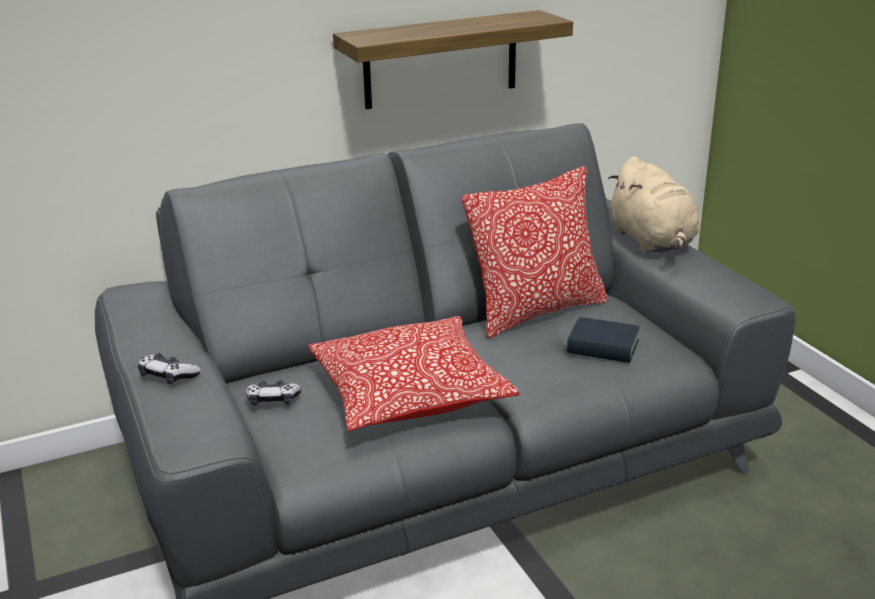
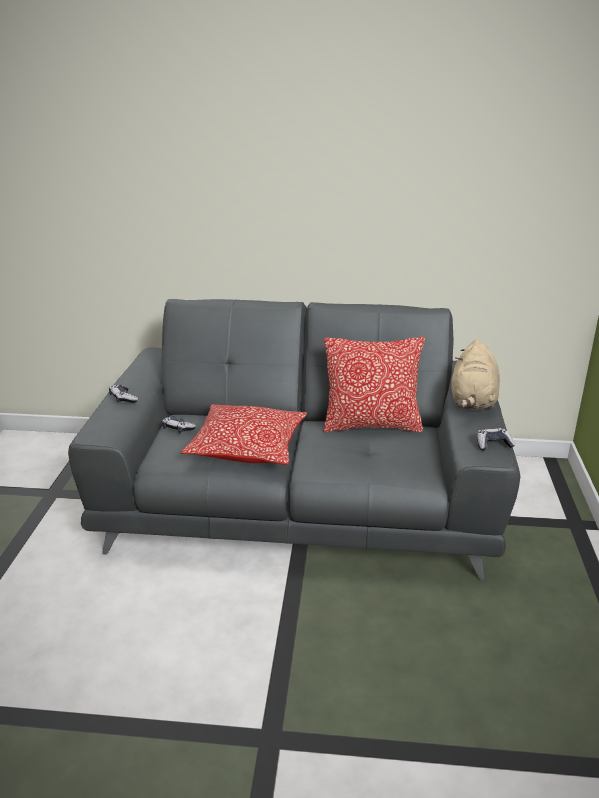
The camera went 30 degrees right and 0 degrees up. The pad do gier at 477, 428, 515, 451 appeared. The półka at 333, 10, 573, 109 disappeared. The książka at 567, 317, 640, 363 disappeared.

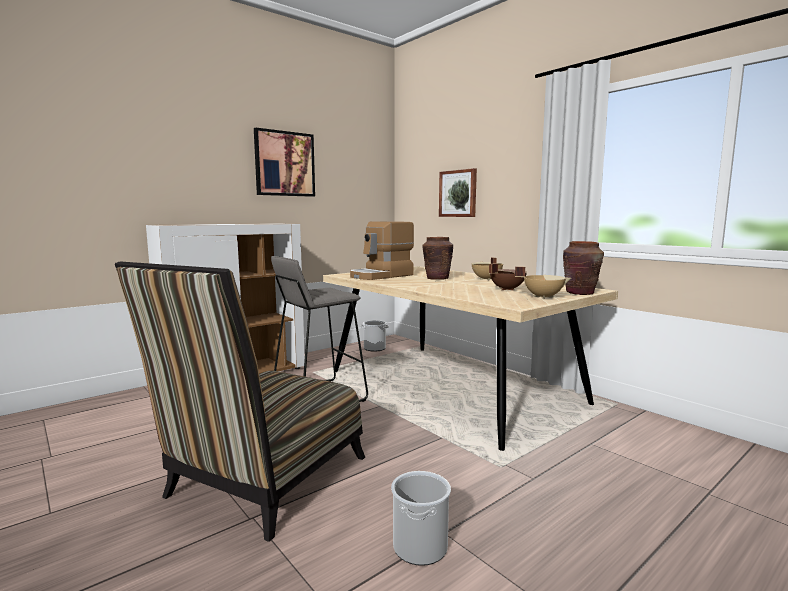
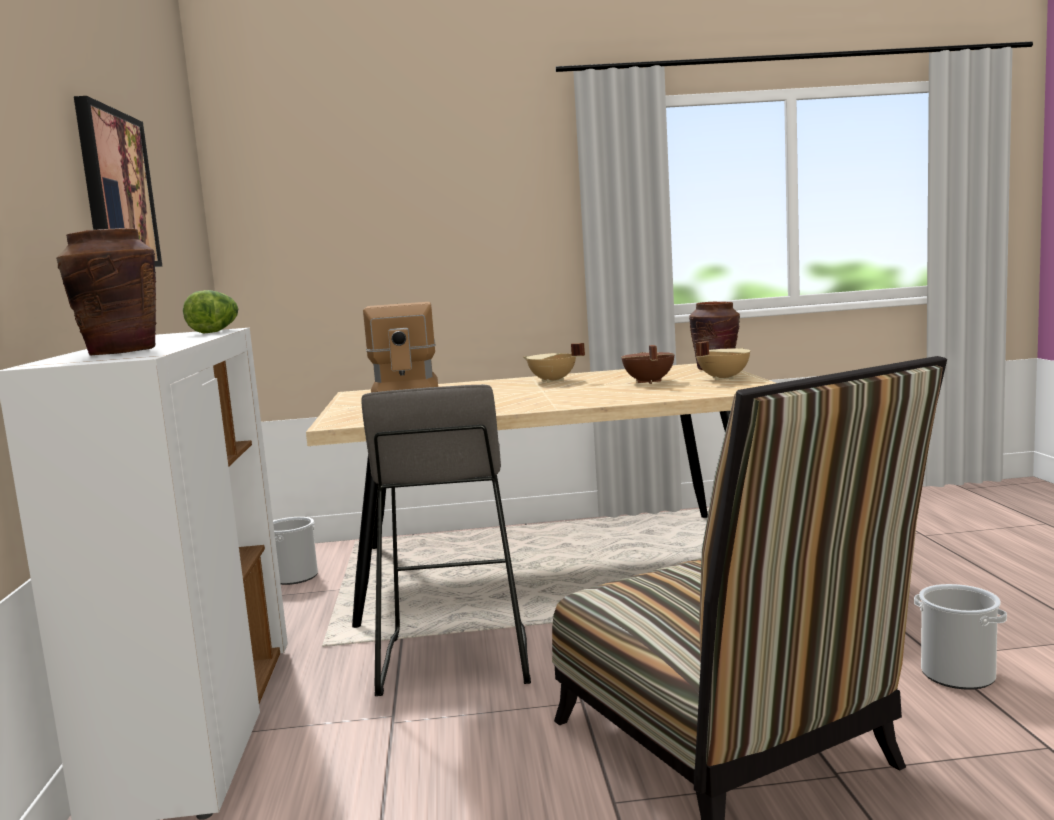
The camera went 55 degrees left and 0 degrees up. The wazon/brązowy moved from 422, 237, 453, 280 to 56, 228, 156, 355. The sałata at 183, 290, 238, 334 appeared. The obraz at 439, 168, 477, 217 disappeared.

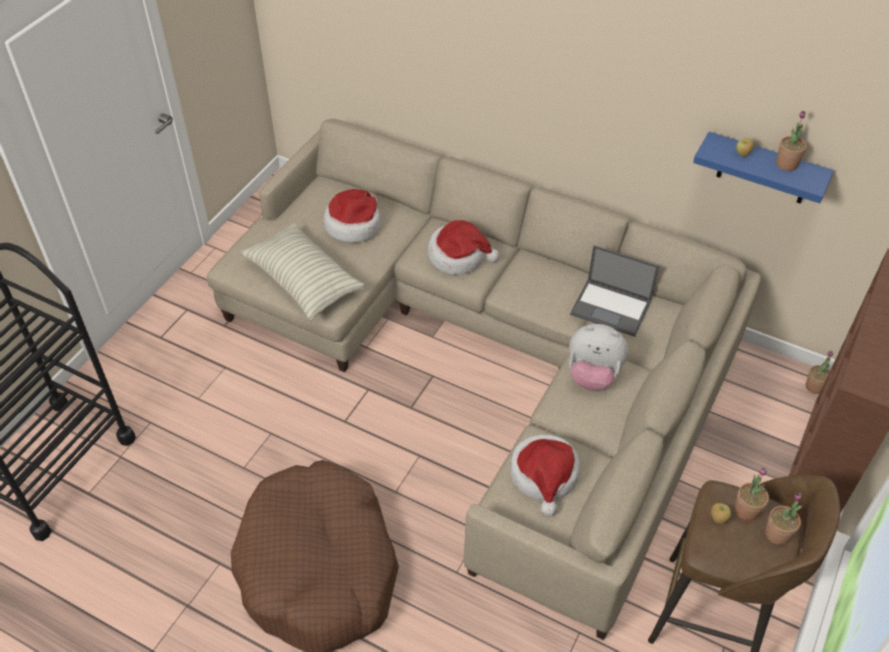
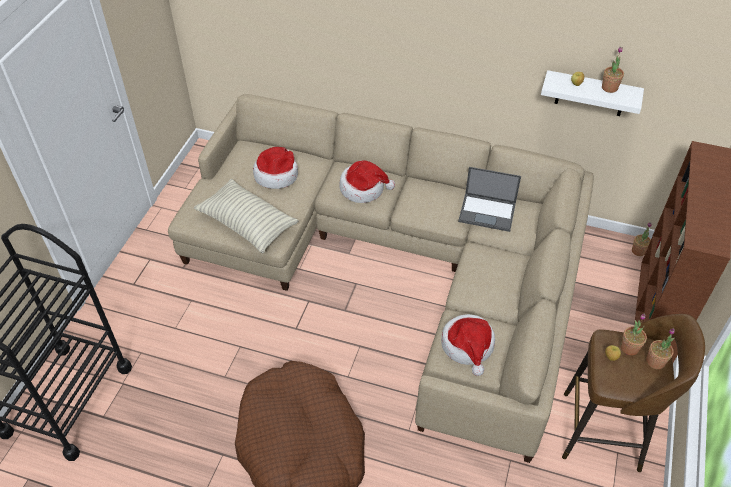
The camera went 10 degrees left and 0 degrees up. The półka/niebieski at 693, 132, 834, 204 became the półka/biały at 541, 70, 644, 116. The pluszak at 569, 324, 628, 391 disappeared.

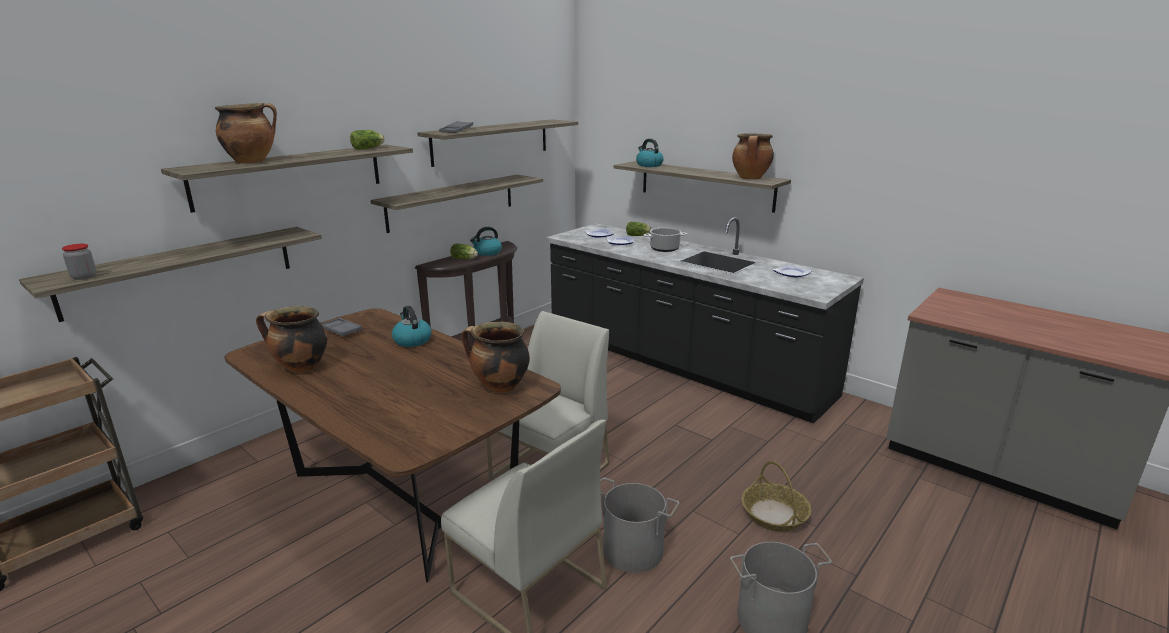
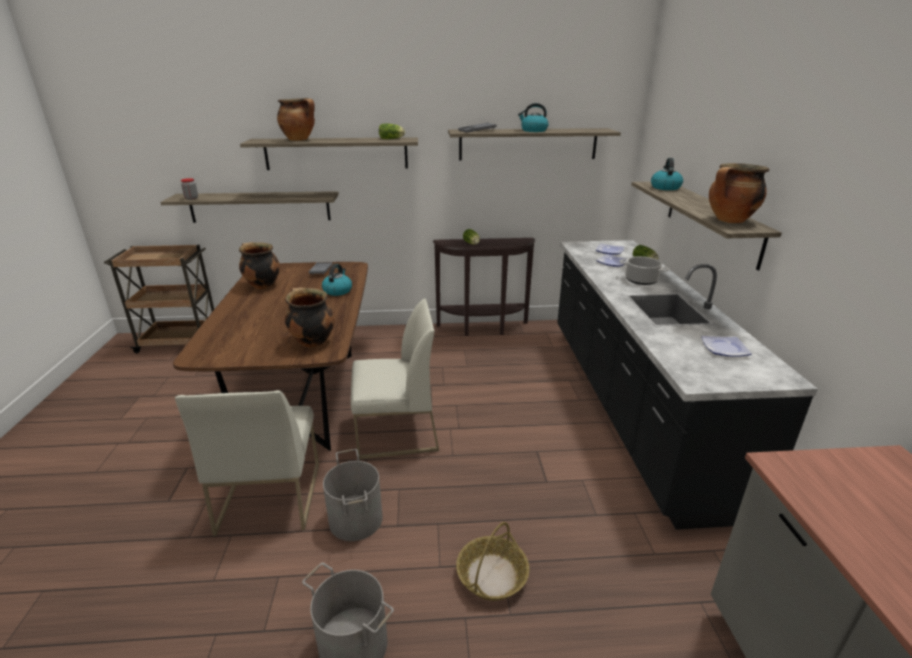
The camera went 45 degrees right and 5 degrees up. The czajnik moved from 470, 227, 502, 256 to 518, 103, 549, 132. The półka at 371, 175, 543, 233 disappeared.

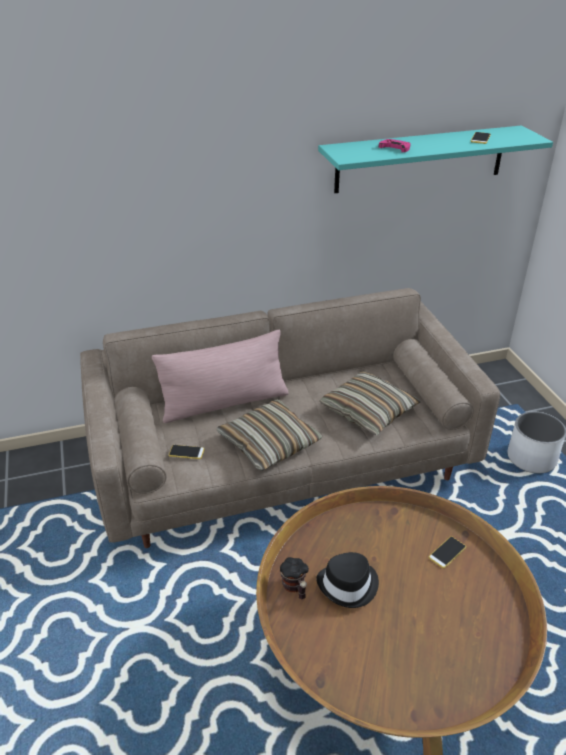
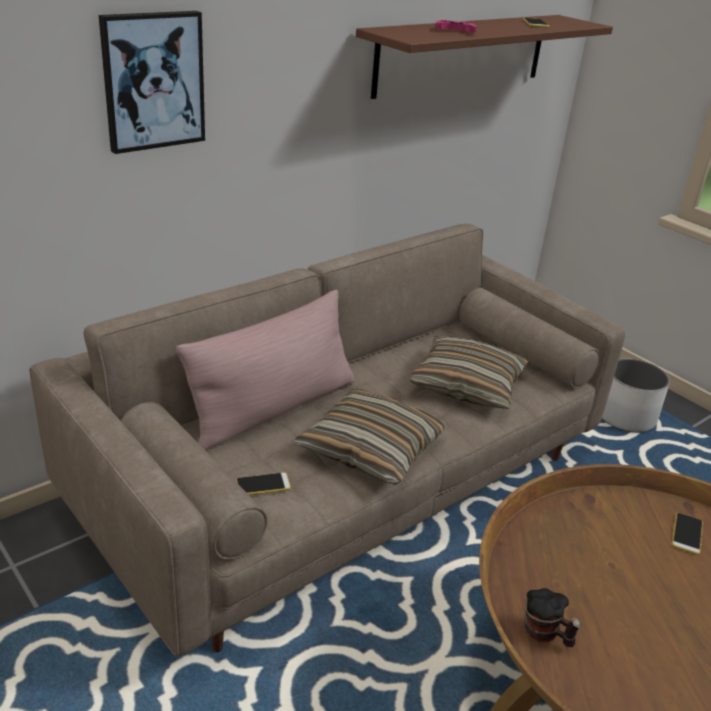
The camera went 25 degrees left and 5 degrees down. The obraz at 99, 11, 205, 154 appeared. The półka/turkusowy at 318, 125, 553, 193 became the półka/brązowy at 356, 15, 613, 99. The kapelusz/czarny at 316, 552, 379, 608 disappeared.

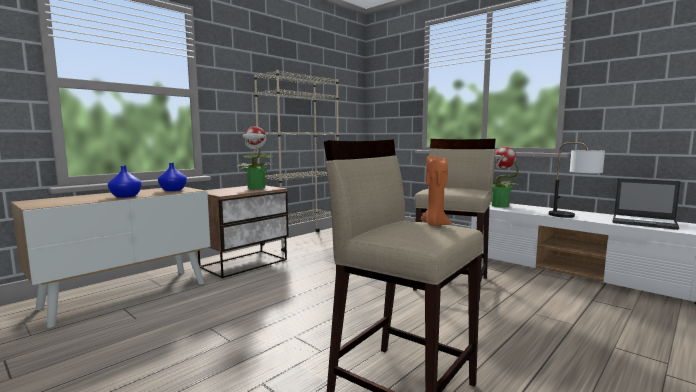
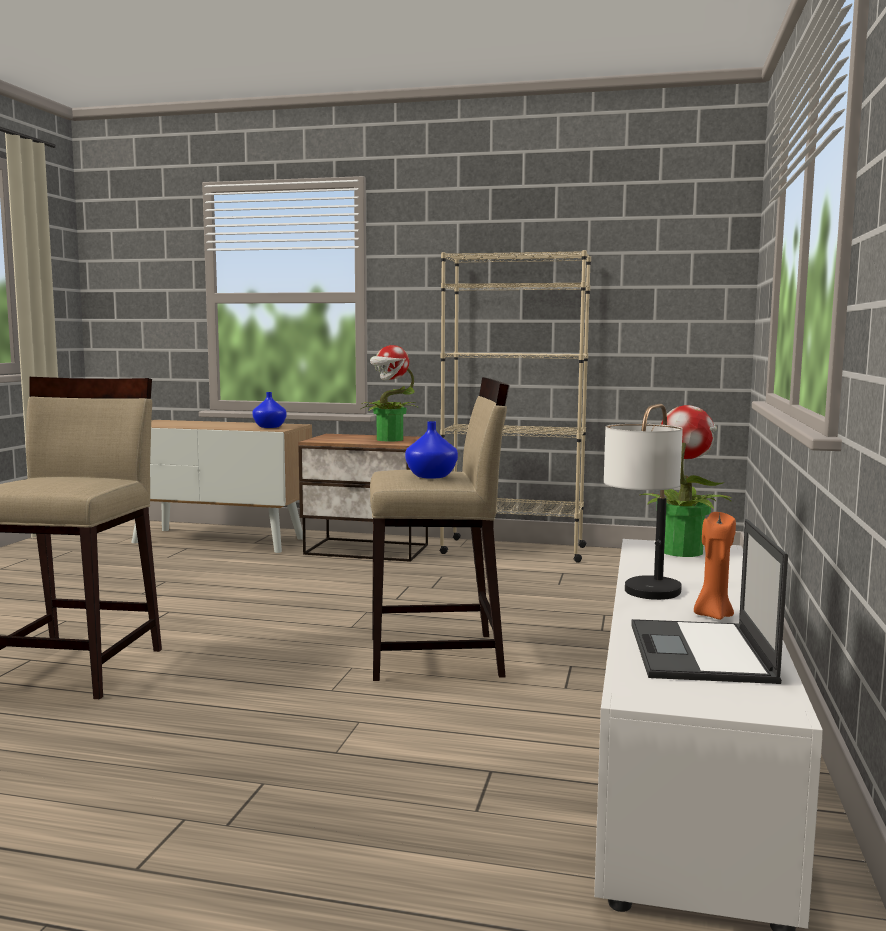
The camera went 60 degrees right and 0 degrees up. The wazon/niebieski moved from 108, 166, 142, 198 to 405, 421, 458, 479. The świeca/pomarańczowy moved from 421, 155, 452, 226 to 694, 512, 736, 620.

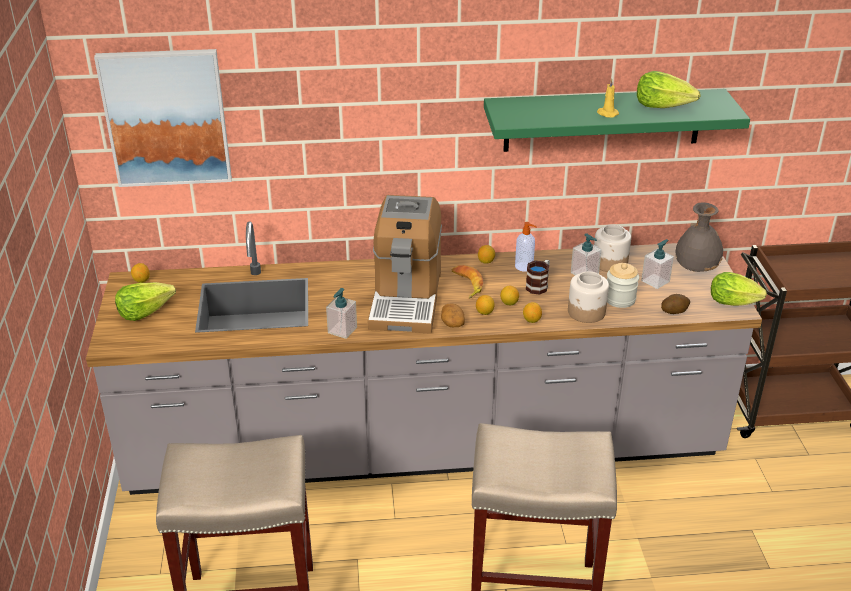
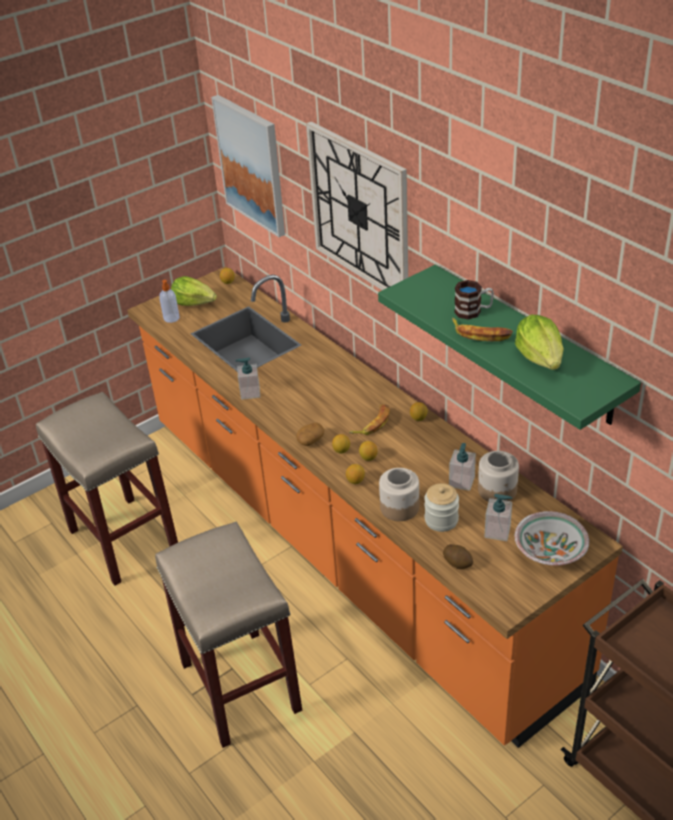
The camera went 60 degrees right and 5 degrees up. The zabudowa kuchenna/szary at 86, 221, 762, 495 became the zabudowa kuchenna/pomarańczowy at 127, 266, 623, 748. The dozownik mydła moved from 515, 222, 537, 272 to 159, 280, 180, 323. The zegar ścienny at 306, 122, 408, 290 appeared. The świeca/żółty at 597, 78, 619, 118 was replaced by the banan at 452, 318, 513, 341. The kubek moved from 526, 260, 550, 295 to 454, 280, 494, 320. The wazon/szary at 675, 202, 723, 272 was replaced by the miska at 515, 511, 589, 566. The ekspres do kawy at 368, 195, 442, 334 disappeared. The sałata at 711, 272, 767, 306 disappeared.

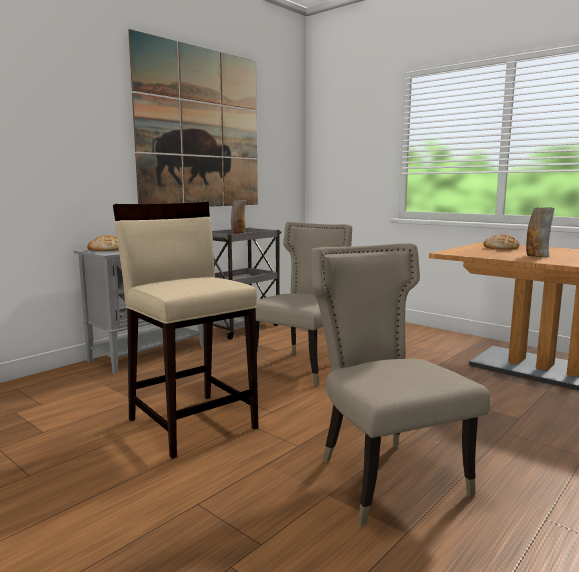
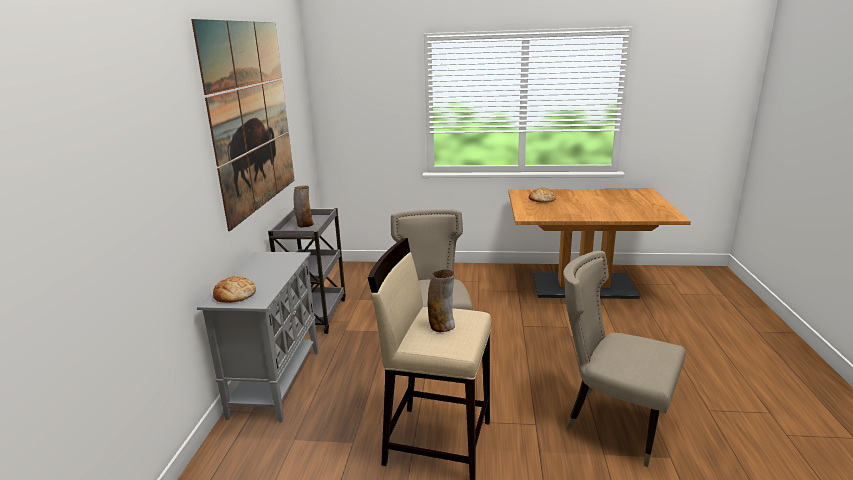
The camera went 35 degrees left and 10 degrees up. The wazon moved from 526, 207, 554, 257 to 428, 269, 455, 332.

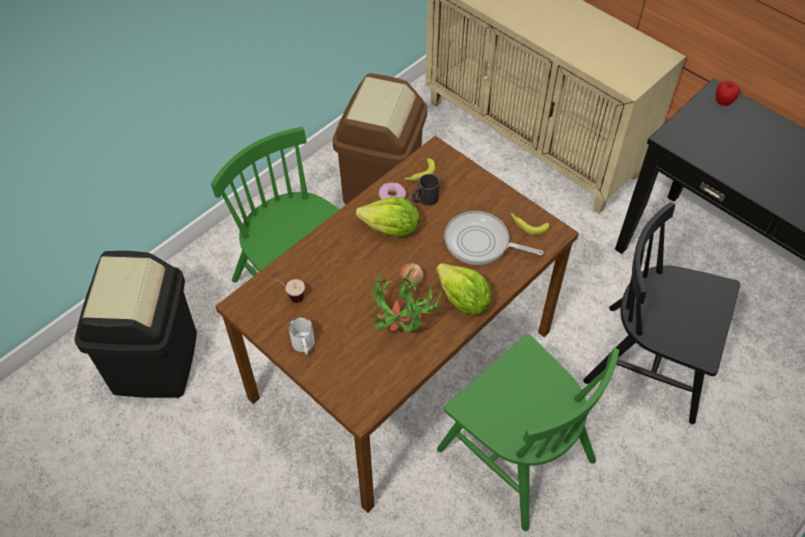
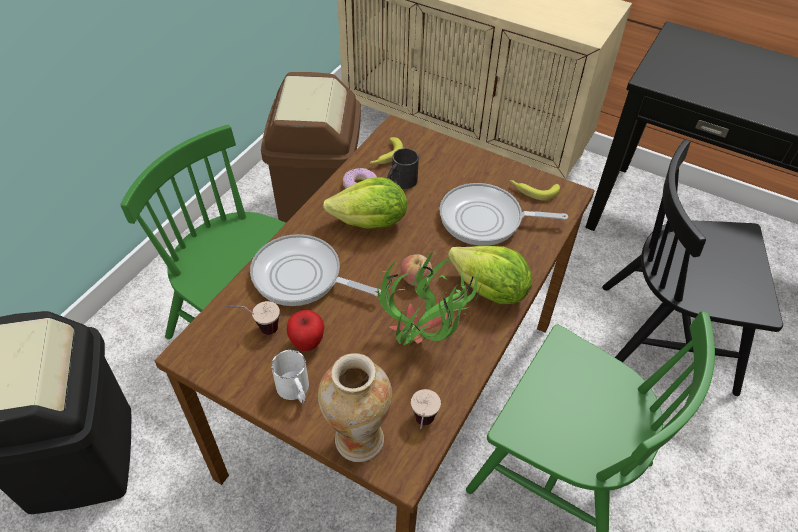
The camera went 15 degrees left and 5 degrees down. The patelnia at 250, 234, 381, 306 appeared. The jabłko moved from 716, 81, 740, 106 to 287, 310, 325, 351. The wazon at 318, 353, 392, 462 appeared. The filiżanka at 411, 389, 441, 429 appeared.

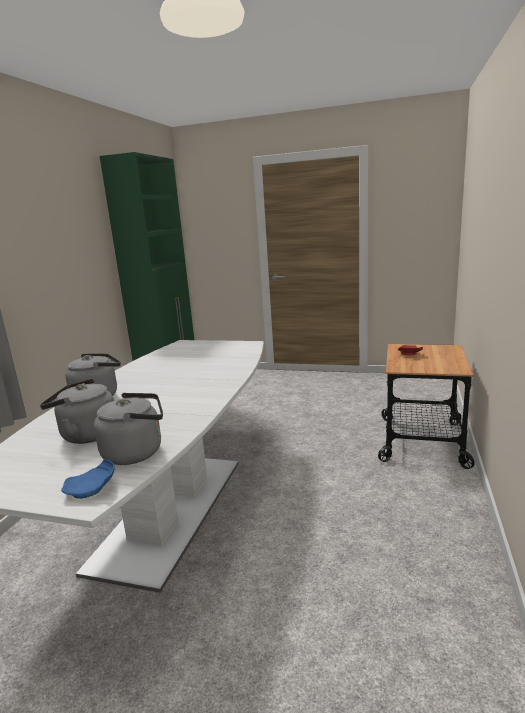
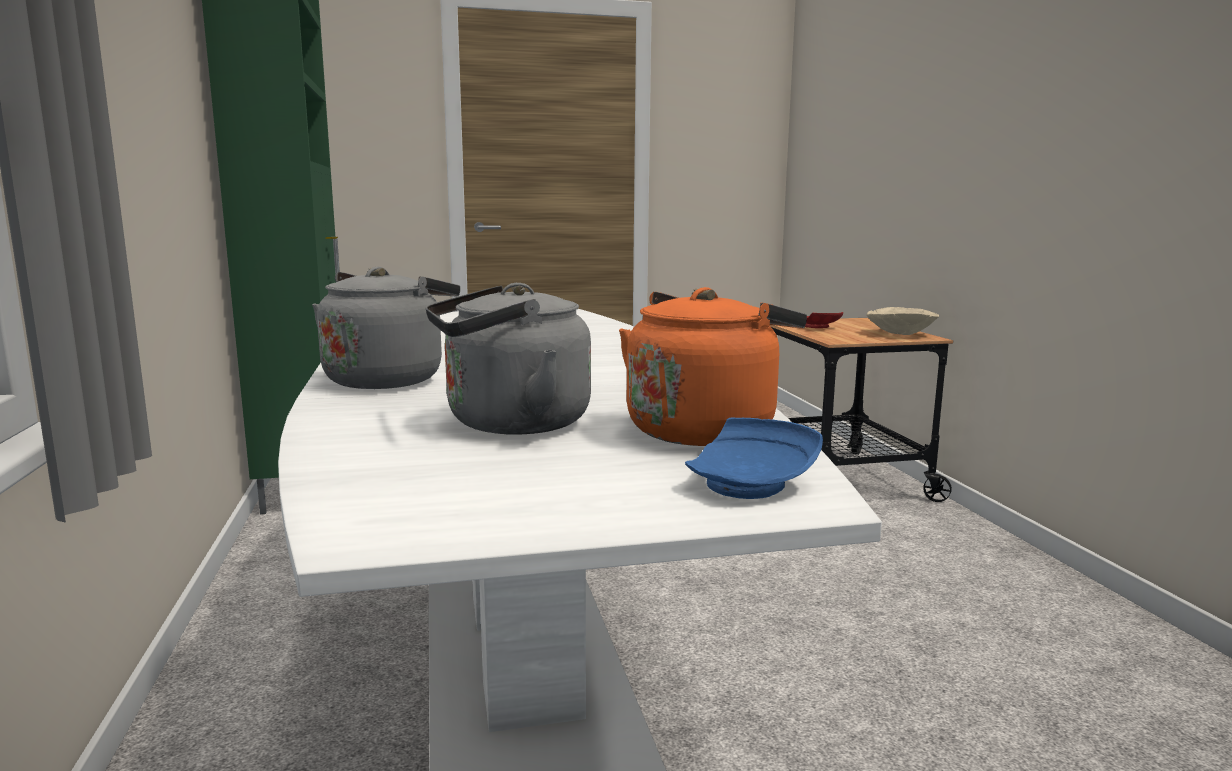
The camera went 30 degrees left and 5 degrees down. The czajnik/szary at 94, 393, 163, 465 became the czajnik/pomarańczowy at 619, 287, 807, 446. The miska/beżowy at 866, 307, 939, 335 appeared.

